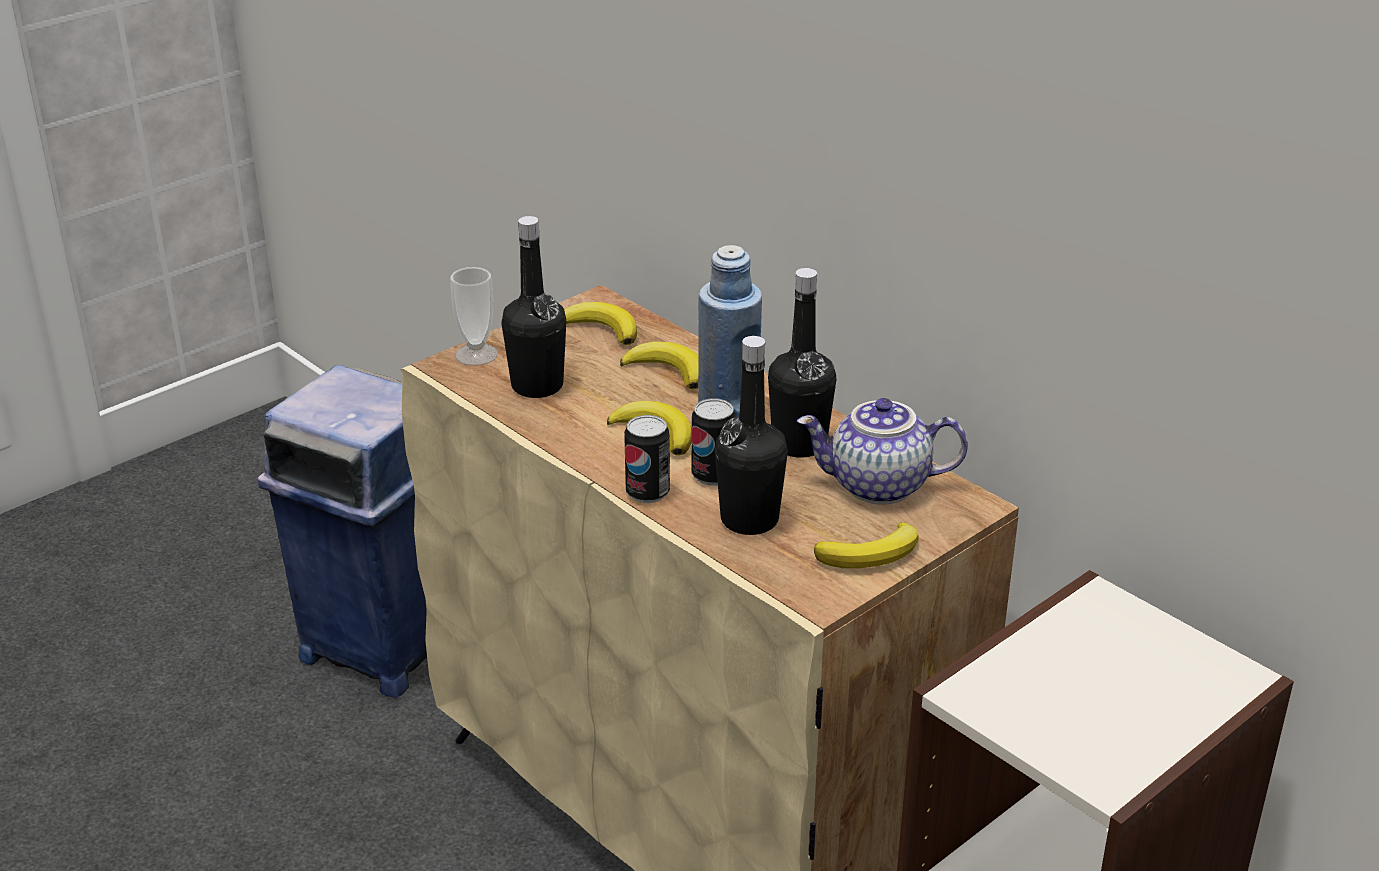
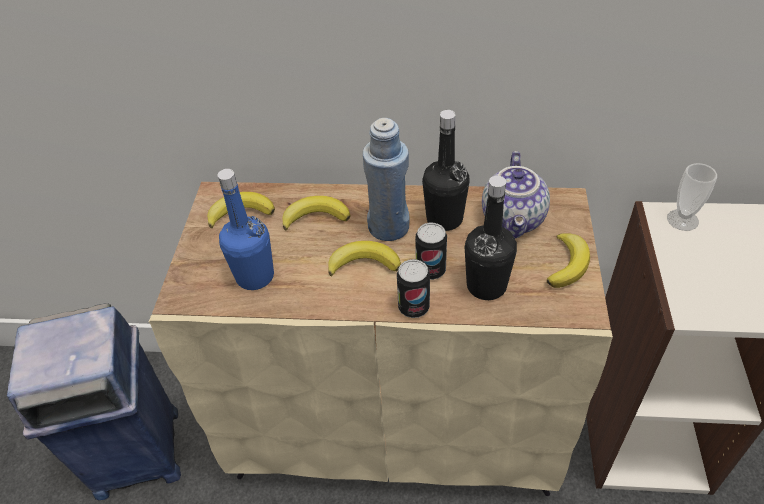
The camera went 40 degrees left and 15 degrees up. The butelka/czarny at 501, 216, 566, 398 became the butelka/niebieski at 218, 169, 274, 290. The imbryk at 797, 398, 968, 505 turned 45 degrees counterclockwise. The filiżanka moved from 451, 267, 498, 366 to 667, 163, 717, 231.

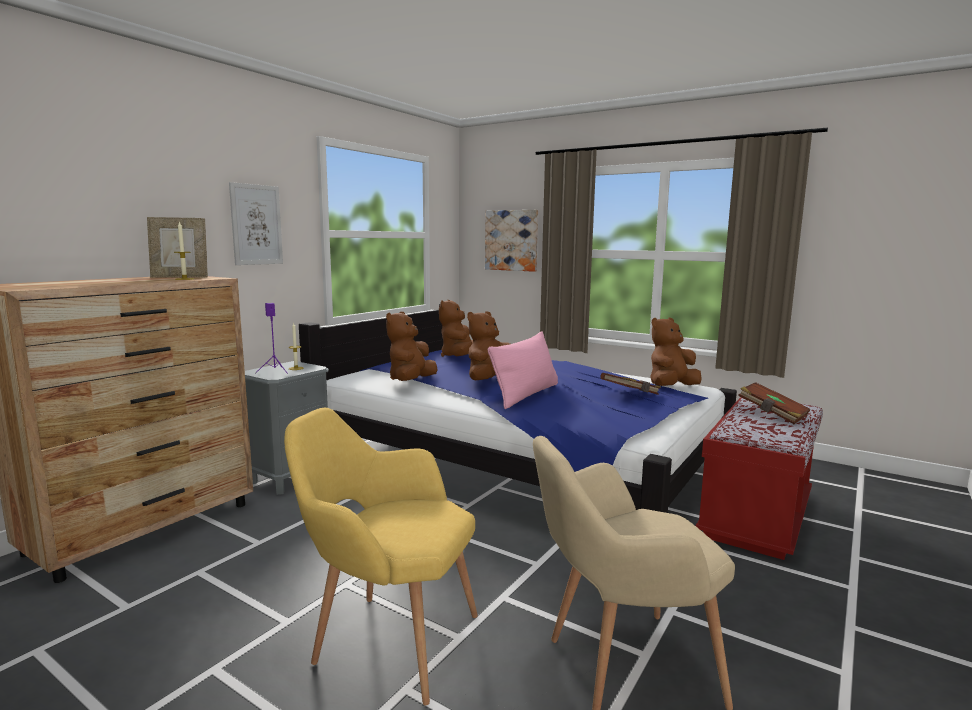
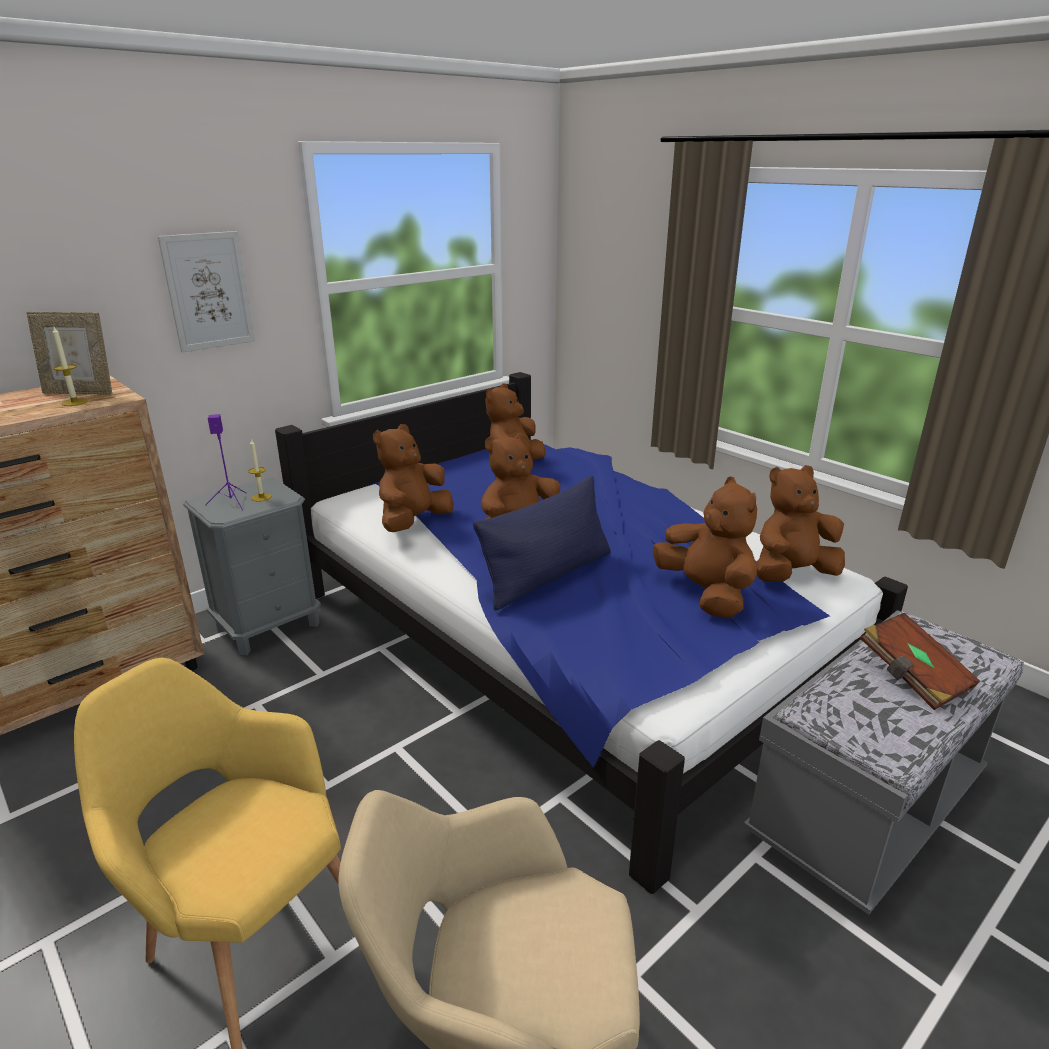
The camera went 15 degrees right and 15 degrees up. The poduszka/różowy at 488, 331, 558, 409 became the poduszka/niebieski at 473, 475, 611, 611. The książka/brązowy at 600, 372, 661, 395 was replaced by the pluszak/brązowy at 653, 476, 757, 618. The ławka/czerwony at 696, 398, 823, 560 became the ławka/szary at 743, 610, 1024, 915. The obraz at 485, 210, 538, 272 disappeared.

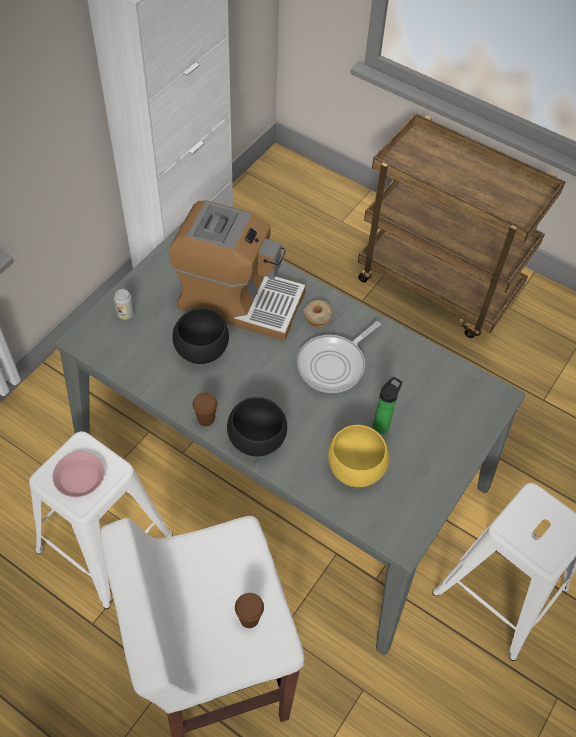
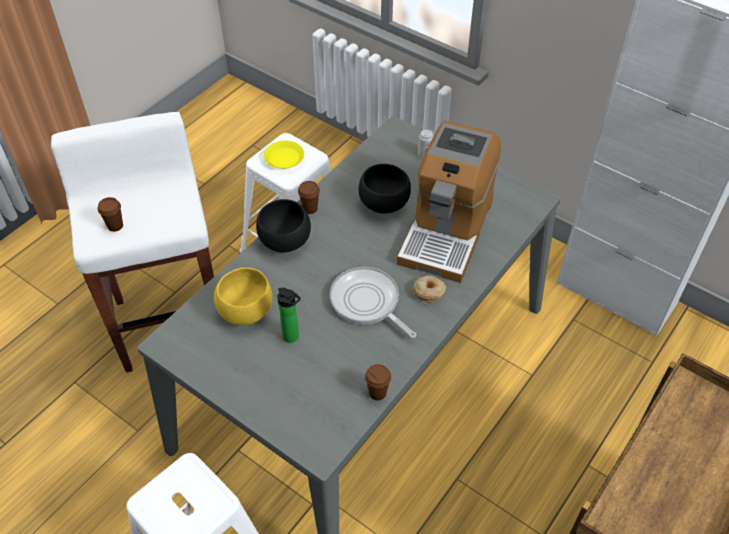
The camera went 95 degrees right and 5 degrees down. The talerz/różowy at 53, 452, 104, 497 became the talerz/żółty at 264, 141, 304, 169. The filiżanka/brązowy at 365, 364, 391, 400 appeared.

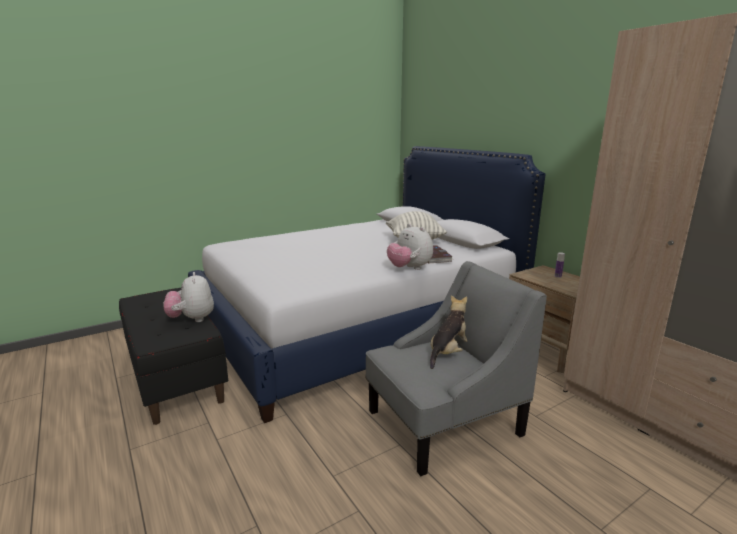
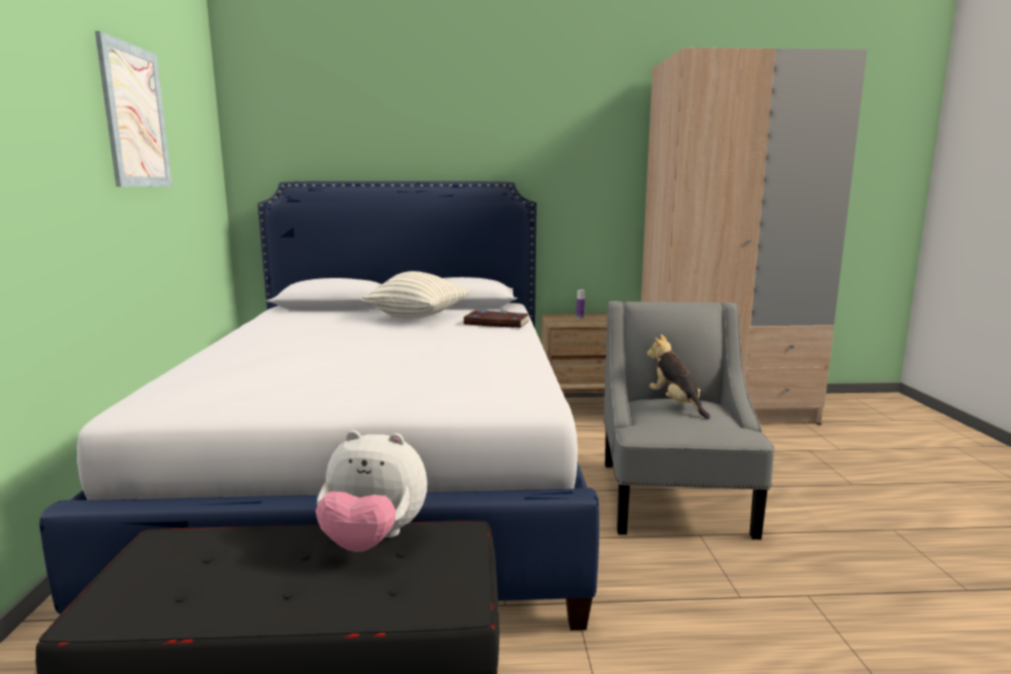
The camera went 60 degrees left and 5 degrees down. The obraz at 95, 31, 172, 187 appeared. The pluszak at 387, 224, 433, 270 disappeared.

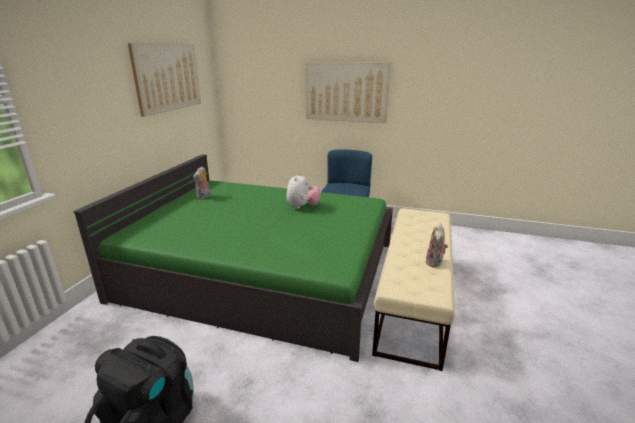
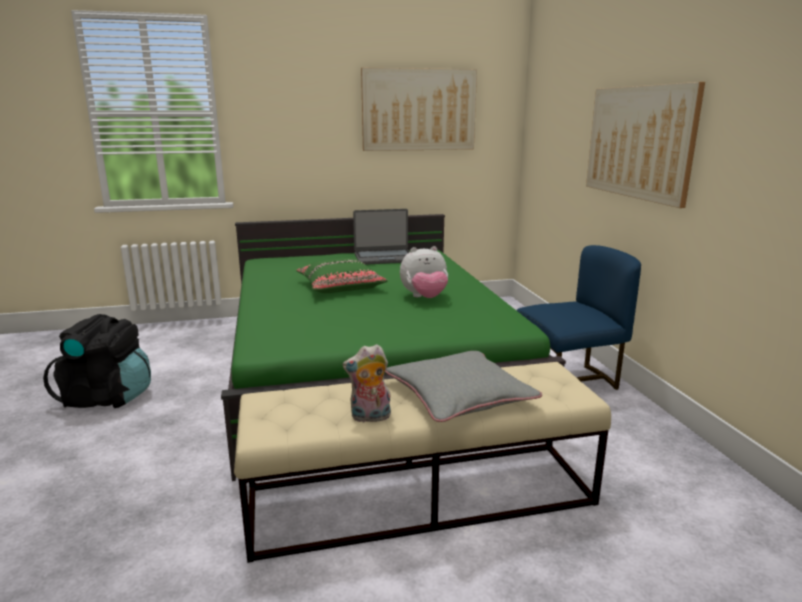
The camera went 60 degrees right and 5 degrees down. The poduszka/zielony at 296, 258, 388, 293 appeared. The pluszak at 193, 167, 211, 199 was replaced by the laptop at 353, 209, 410, 265. The poduszka/szary at 385, 351, 542, 422 appeared.

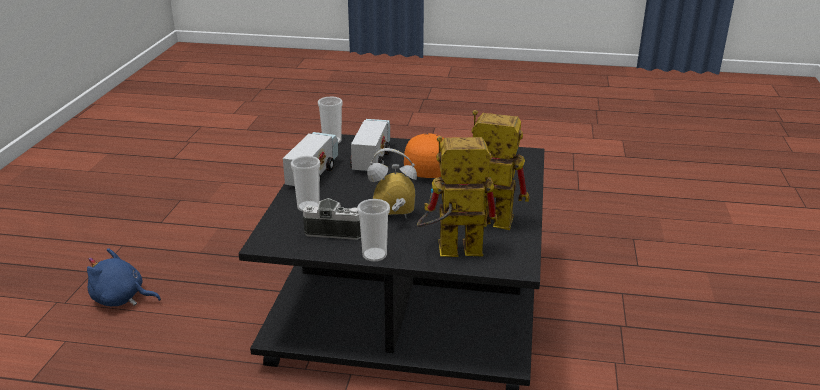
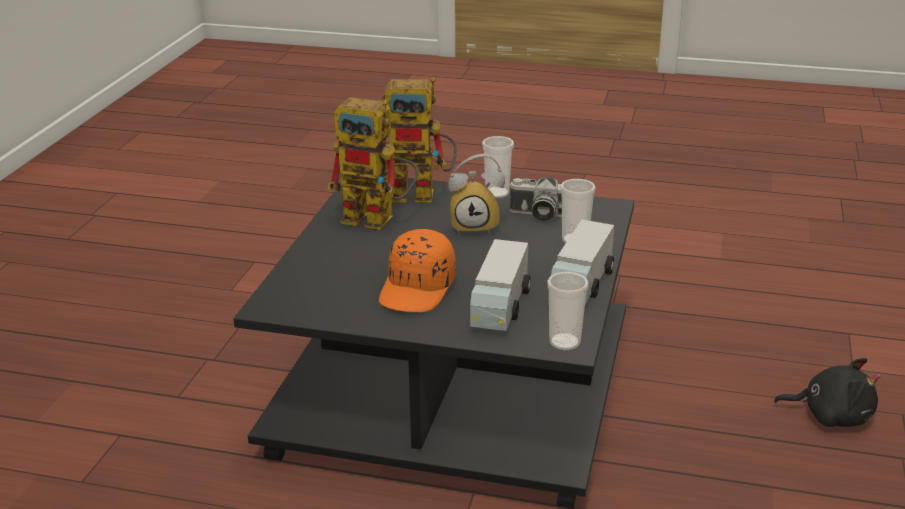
The camera went 175 degrees left and 0 degrees up. The pluszak/niebieski at 87, 248, 161, 306 became the pluszak/czarny at 774, 358, 881, 427.

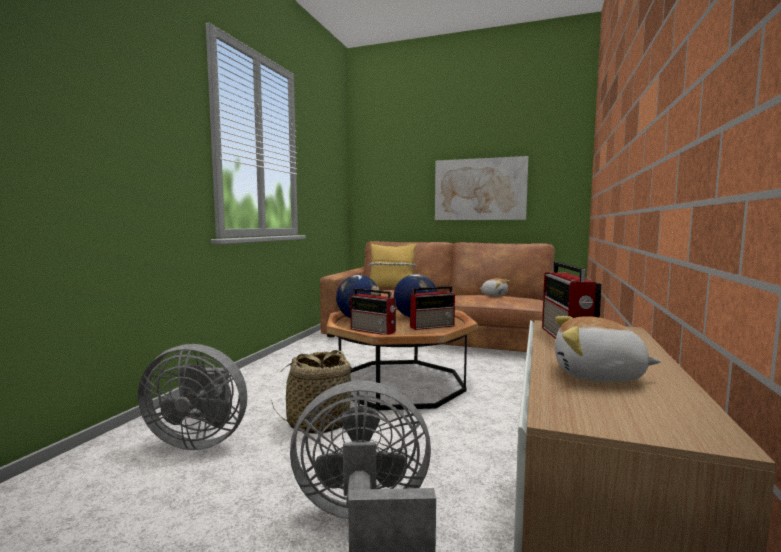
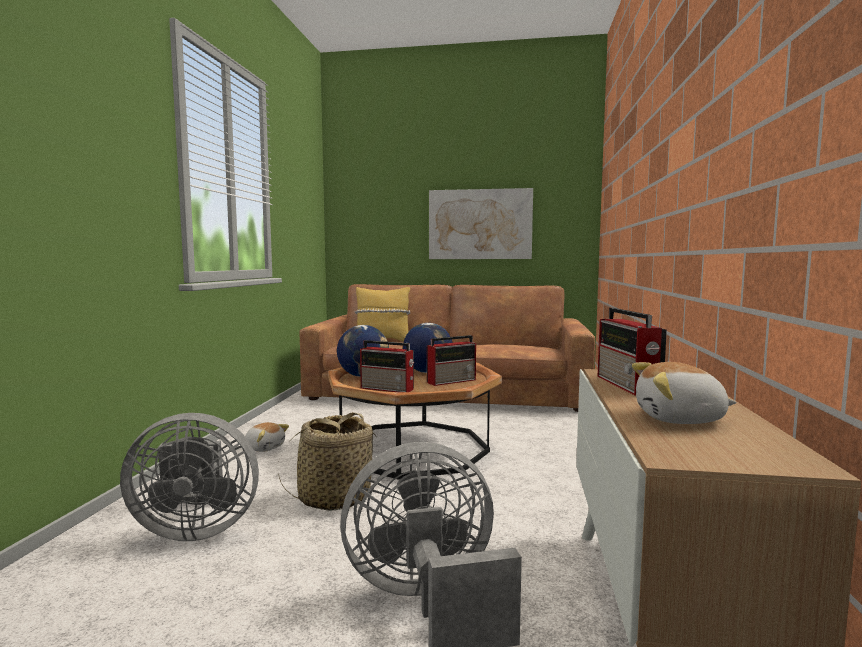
The camera went 10 degrees left and 0 degrees up. The pluszak moved from 480, 278, 511, 296 to 245, 422, 289, 452.

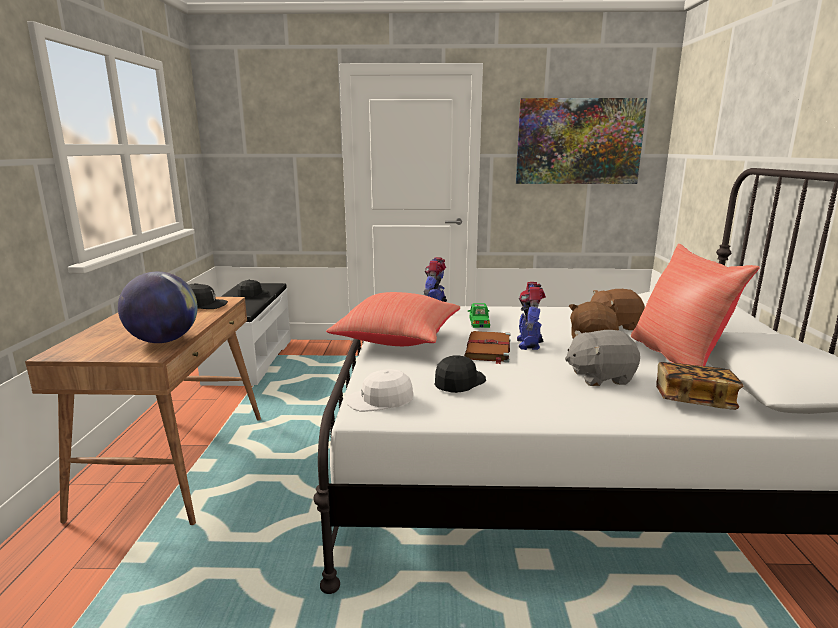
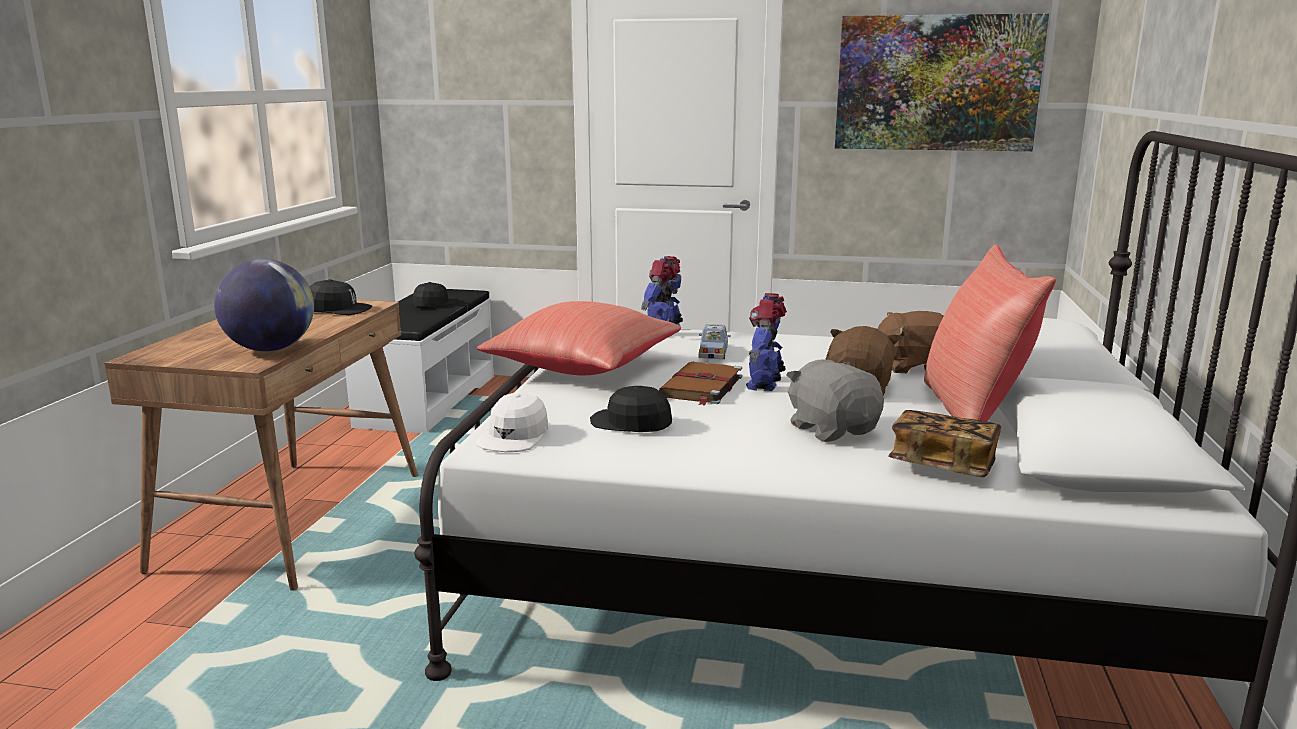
The camera went 10 degrees right and 0 degrees up. The czapka z daszkiem/biały at 346, 369, 413, 412 turned 75 degrees counterclockwise. The czapka z daszkiem/czarny at 434, 356, 486, 393 turned 105 degrees counterclockwise. The samochodzik/zielony at 468, 303, 490, 328 became the samochodzik/niebieski at 698, 324, 731, 359. The pluszak/szary at 565, 330, 640, 386 turned 60 degrees clockwise.

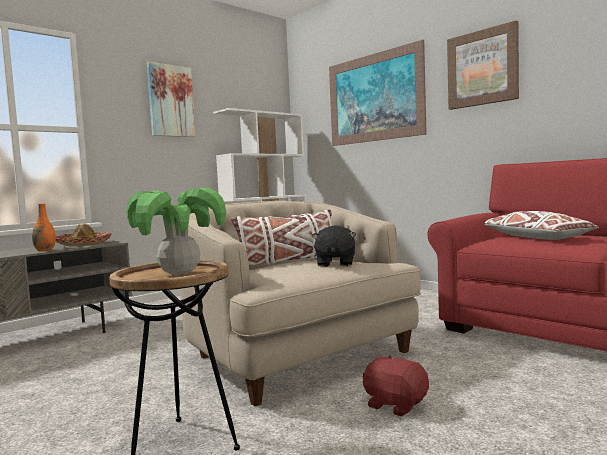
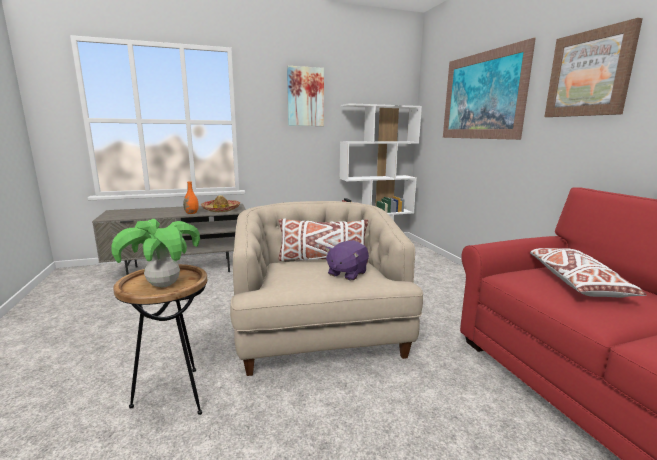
The camera went 25 degrees right and 10 degrees up. The pluszak/czarny at 311, 225, 356, 267 became the pluszak/fioletowy at 325, 240, 369, 281. The pluszak/czerwony at 362, 355, 429, 416 disappeared.

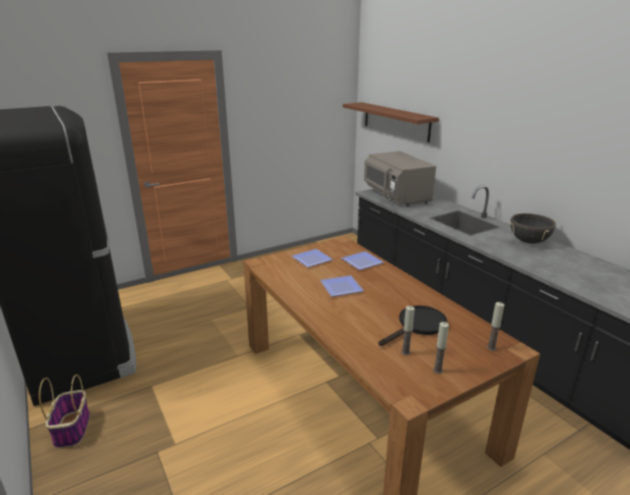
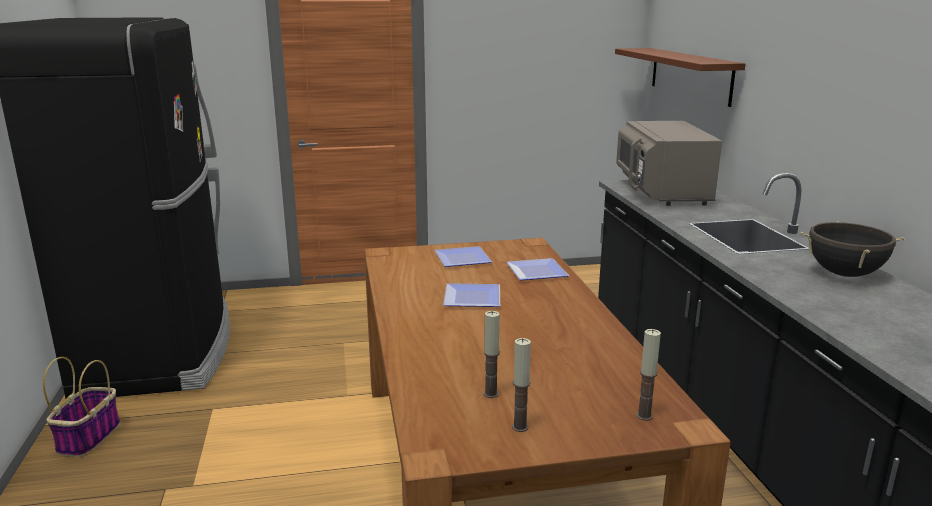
The camera went 20 degrees right and 5 degrees down. The patelnia/czarny at 379, 305, 447, 346 disappeared.

